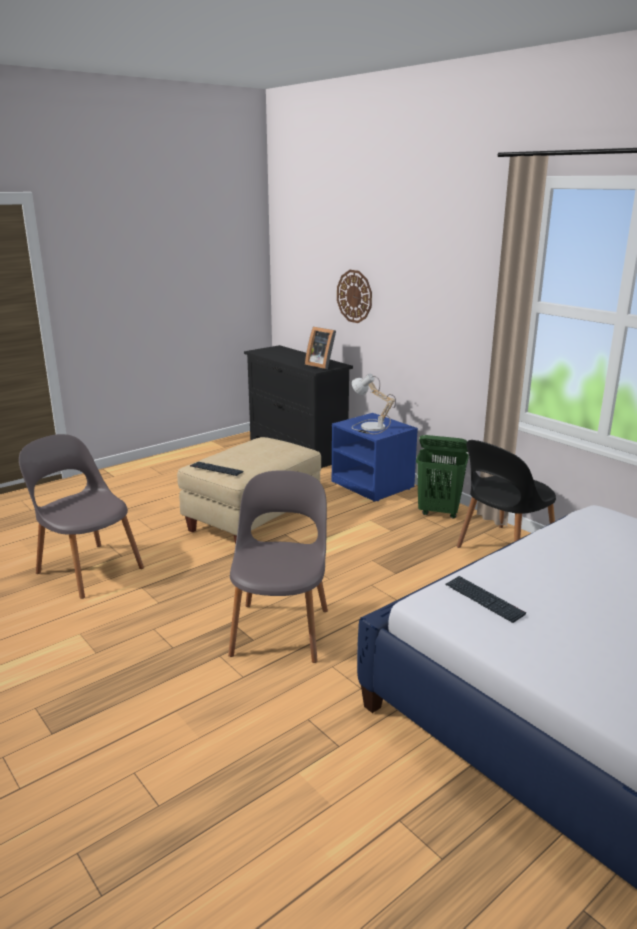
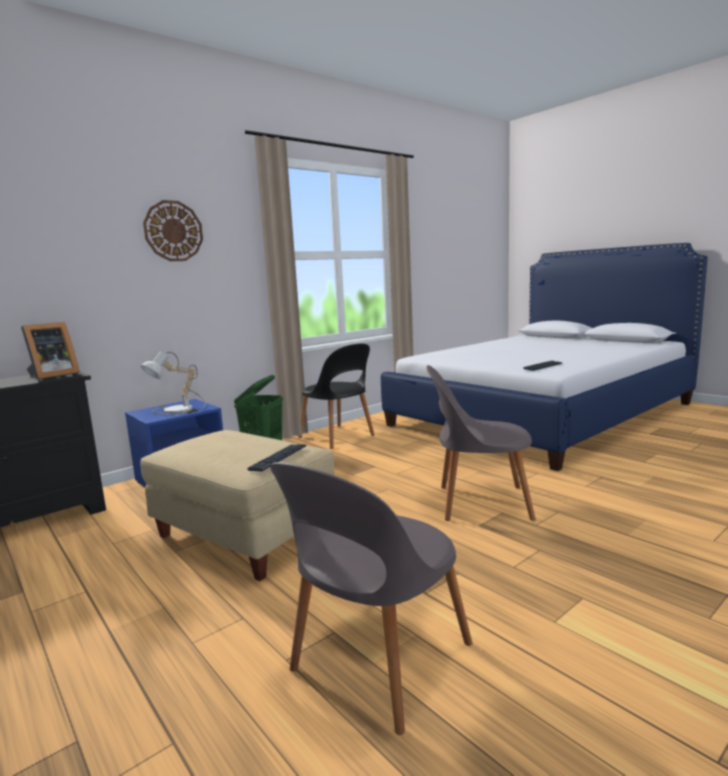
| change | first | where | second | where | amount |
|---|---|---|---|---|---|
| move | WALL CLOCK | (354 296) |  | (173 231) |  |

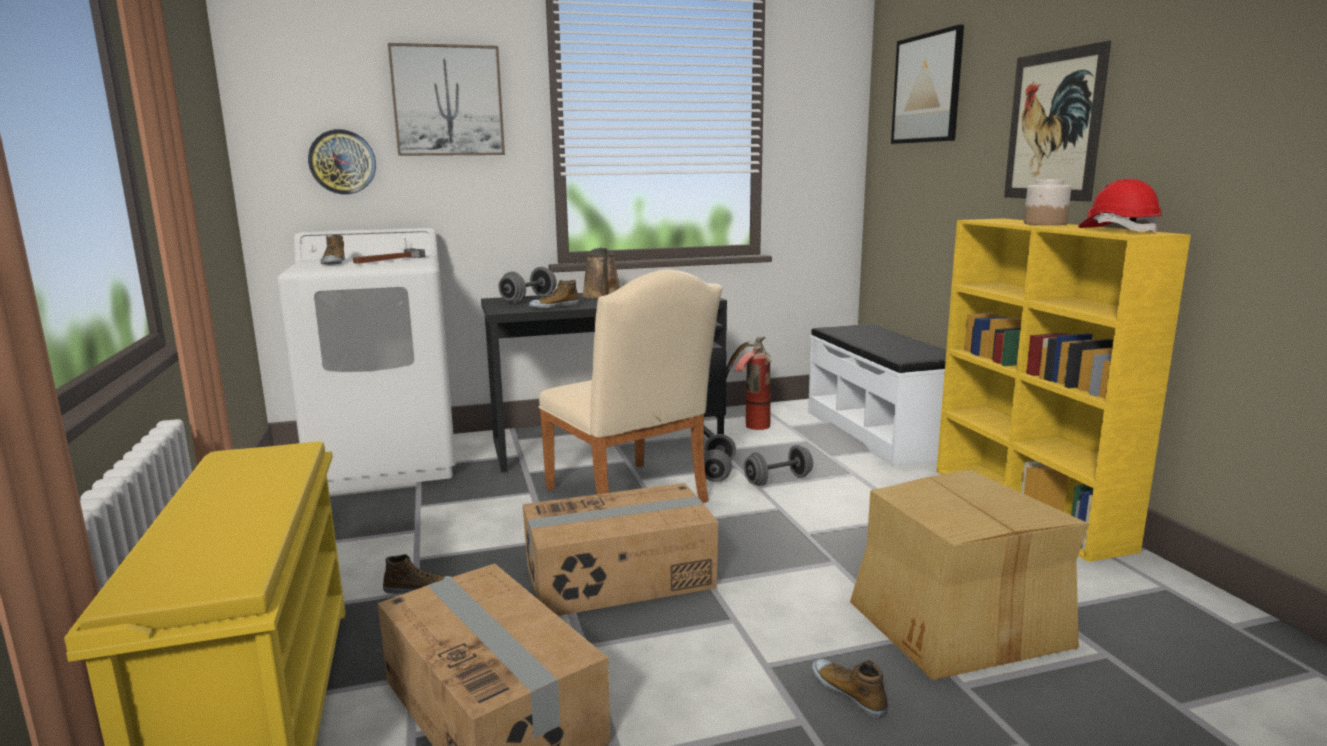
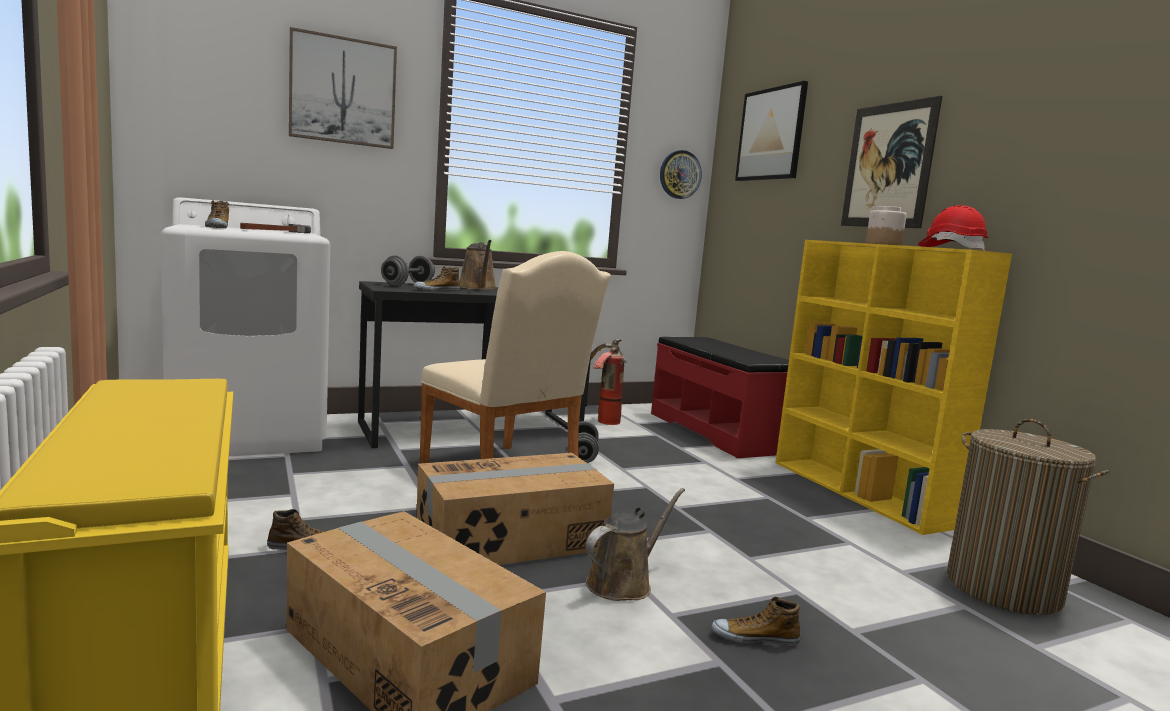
| change | first | where | second | where | amount |
|---|---|---|---|---|---|
| move | WALL CLOCK | (342 162) |  | (680 174) |  |
| recolor | WHITISH LONG SEAT | (881 433) | RED LONG SEAT | (719 432) |  |
| delete | GREY HAND WEIGHT | (778 480) |  |  |  |
| delete | CARDBOARD BOX | (956 622) |  |  |  |
| rotate | SHOE | (849 693) |  | (754 637) | 45 degrees counterclockwise |
| insert |  |  | HAMPER | (1003 588) |  |
| insert |  |  | BROWN-COLOURED SPRINKLING CAN | (623 583) |  |

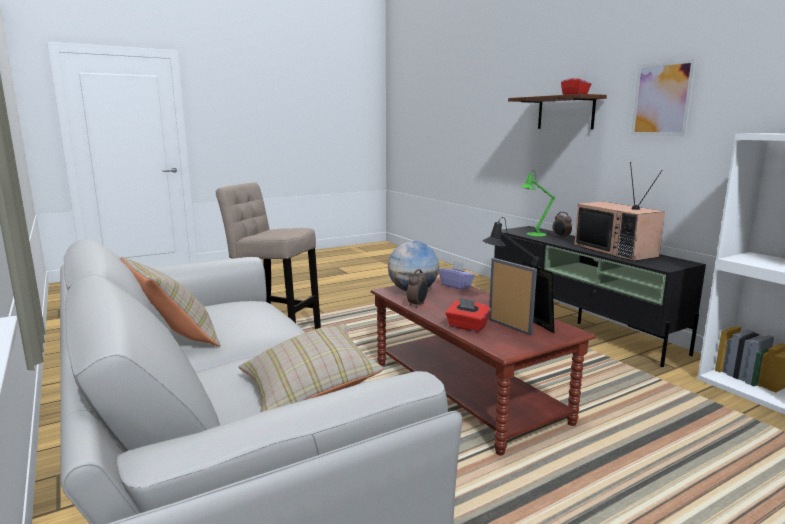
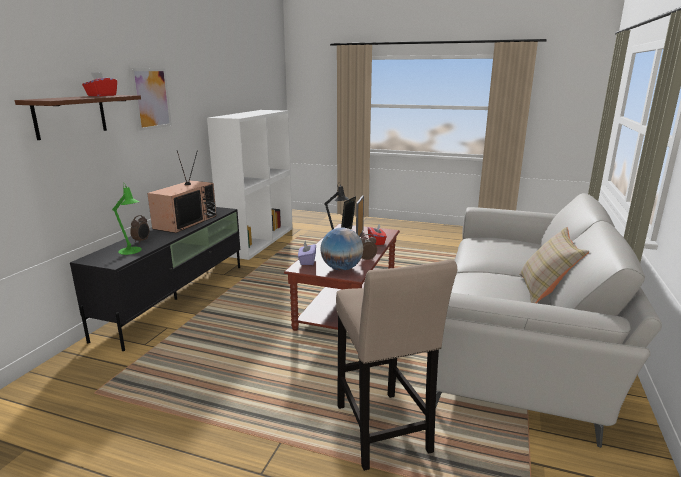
| change | first | where | second | where | amount |
|---|---|---|---|---|---|
| delete | SAND-COLOURED PILLOW | (308 392) |  |  |  |

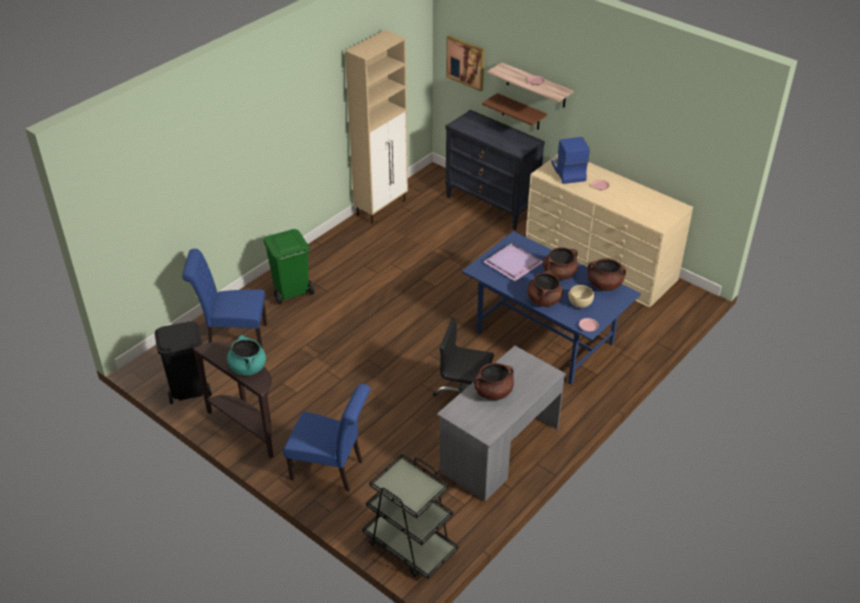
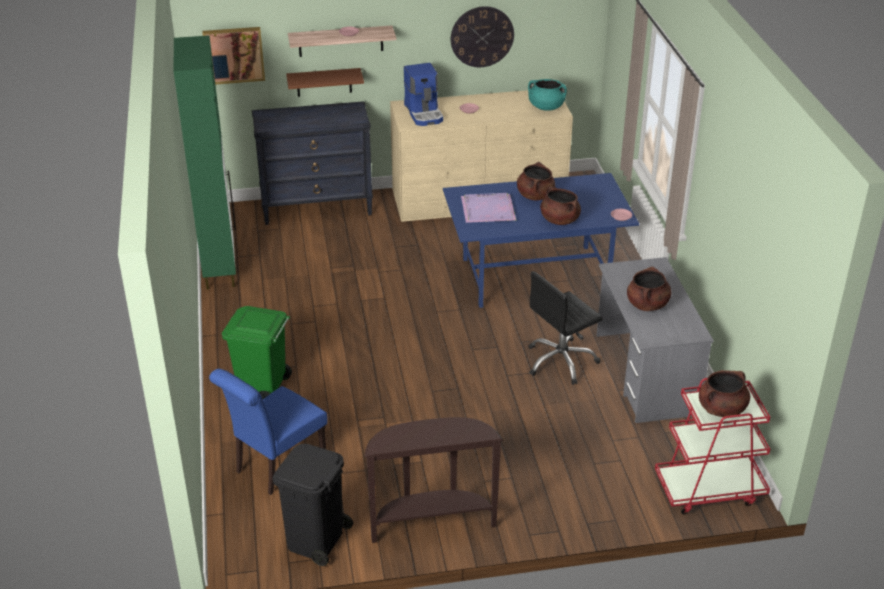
| change | first | where | second | where | amount |
|---|---|---|---|---|---|
| recolor | SAND-COLOURED CUPBOARD | (382 207) | GREEN CUPBOARD | (220 268) |  |
| rotate | COFFEE MACHINE | (567 171) |  | (424 113) | 135 degrees counterclockwise |
| move | BROWN-COLOURED COOKING POT | (604 285) |  | (721 409) |  |
| delete | SAND-COLOURED BOWL | (580 304) |  |  |  |
| move | TURQUOISE COOKING POT | (247 367) |  | (546 107) |  |
| delete | BLUISH PLAIN CHAIR | (331 470) |  |  |  |
| recolor | BLACK CART | (409 546) | RED CART | (709 489) |  |
| insert |  |  | WALL CLOCK | (482 36) |  |

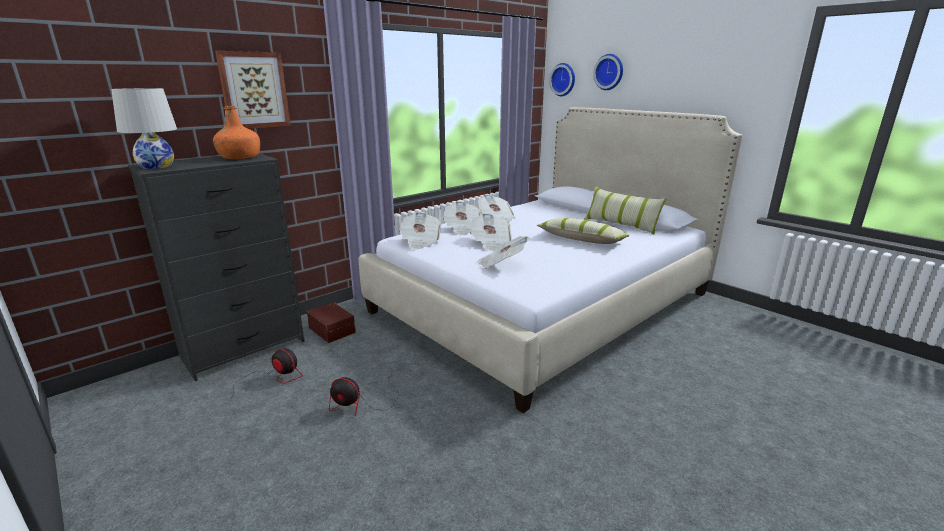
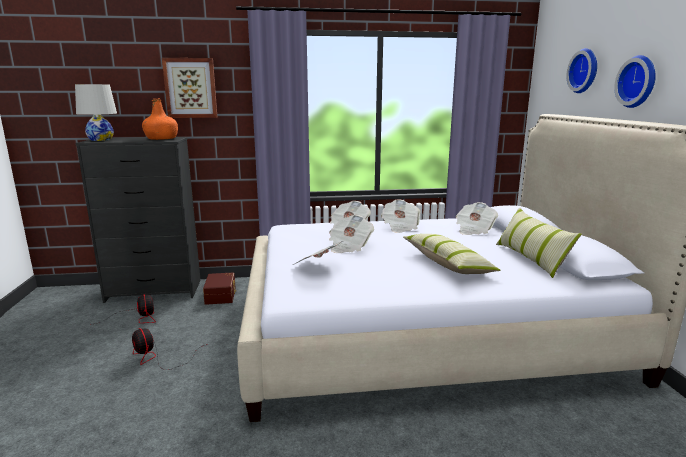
| change | first | where | second | where | amount |
|---|---|---|---|---|---|
| move | WALL CLOCK | (563 79) |  | (639 82) |  |
| move | DAILY PAPER | (420 242) |  | (474 230) |  |

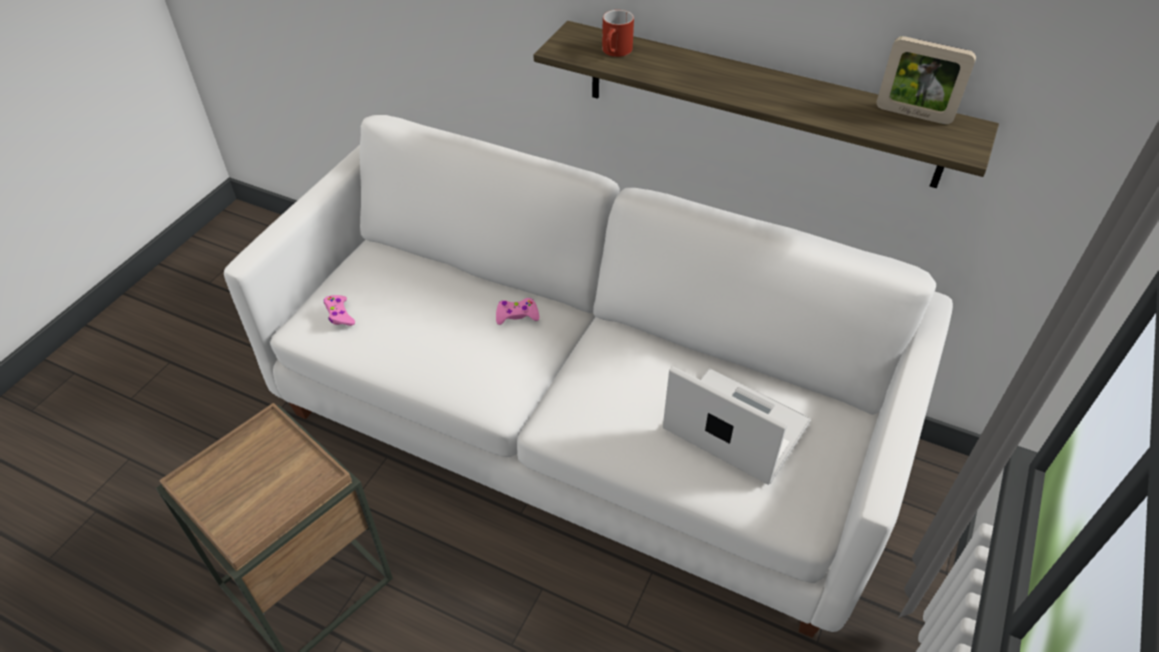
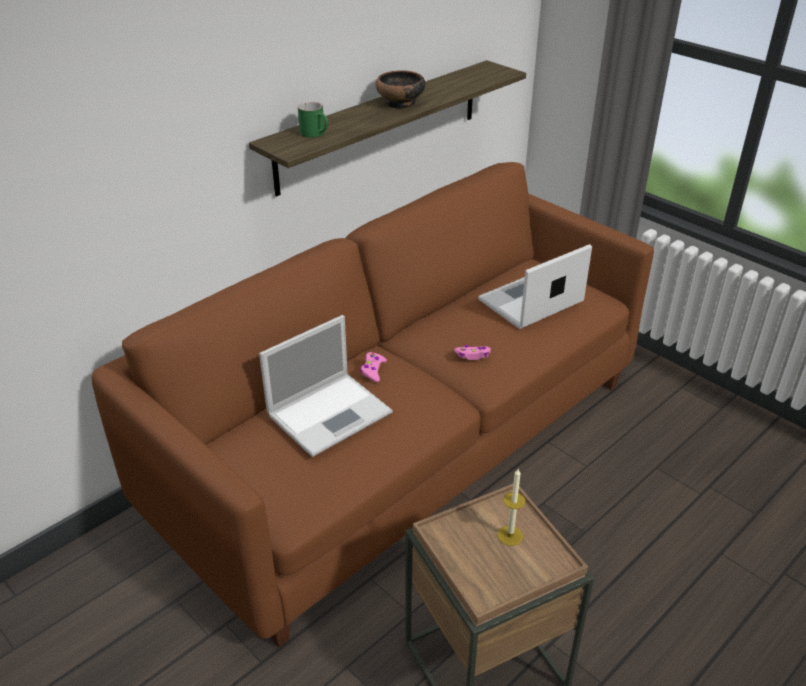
| change | first | where | second | where | amount |
|---|---|---|---|---|---|
| recolor | RED TEA MUG | (616 52) | GREEN TEA MUG | (316 134) |  |
| delete | PICTURE FRAME | (913 114) |  |  |  |
| recolor | WHITISH SETTEE | (581 426) | BROWN-COLOURED SETTEE | (402 444) |  |
| move | PINK-COLOURED JOYPAD | (339 314) |  | (472 355) |  |
| insert |  |  | BOWL | (400 103) |  |
| insert |  |  | PORTABLE COMPUTER | (331 412) |  |
| insert |  |  | WAX CANDLE | (510 535) |  |

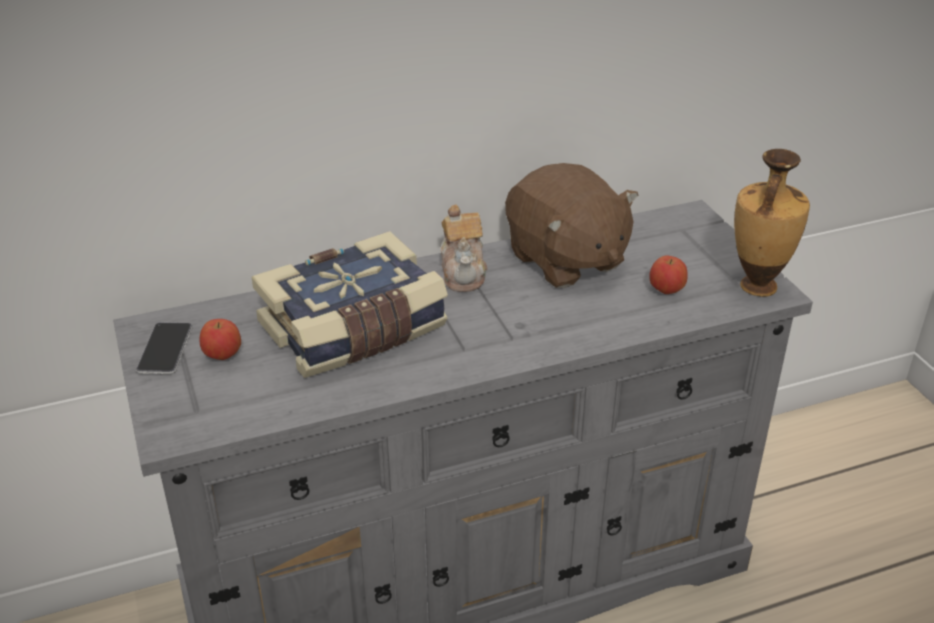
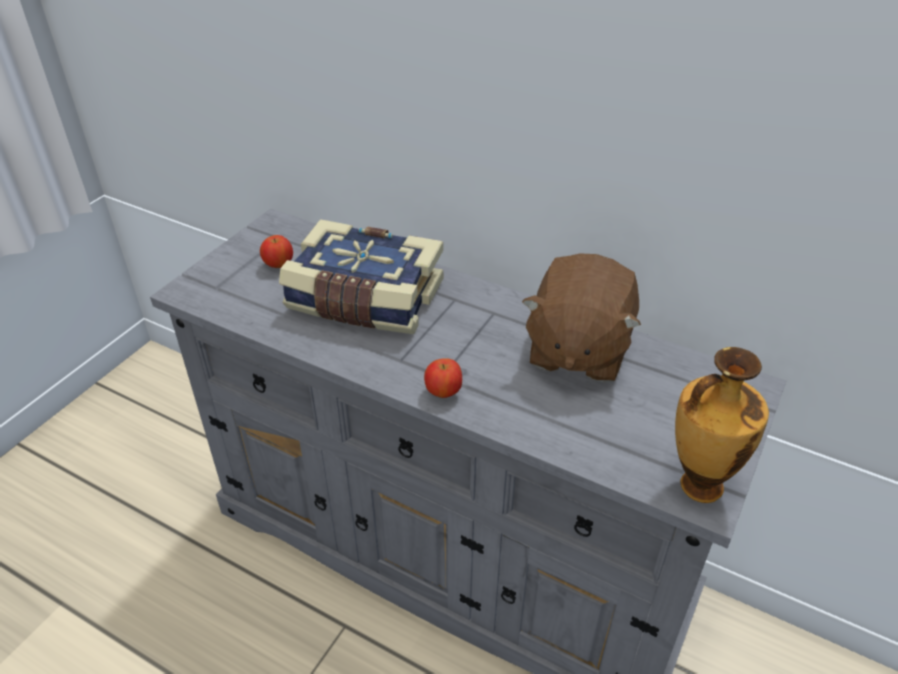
| change | first | where | second | where | amount |
|---|---|---|---|---|---|
| delete | TEAPOT | (463 272) |  |  |  |
| move | WHOLE APPLE | (666 290) |  | (443 392) |  |
| delete | HANDSET | (165 349) |  |  |  |

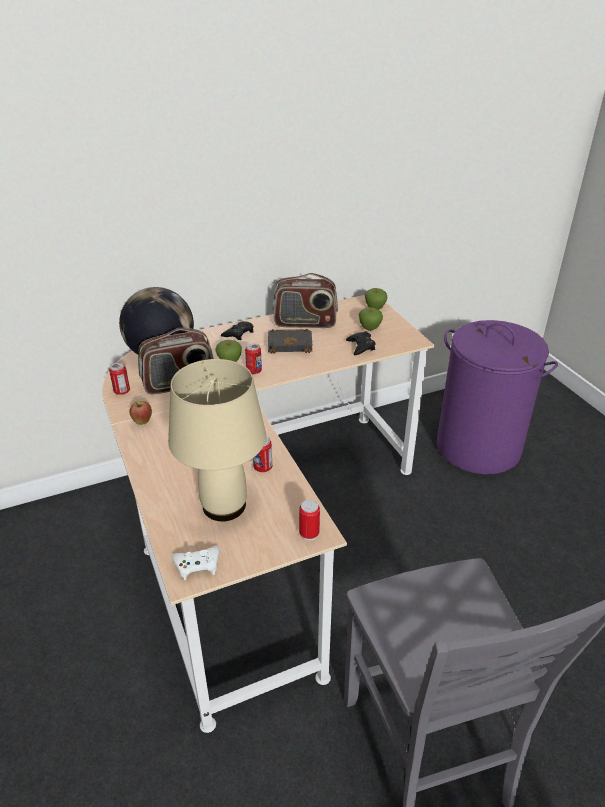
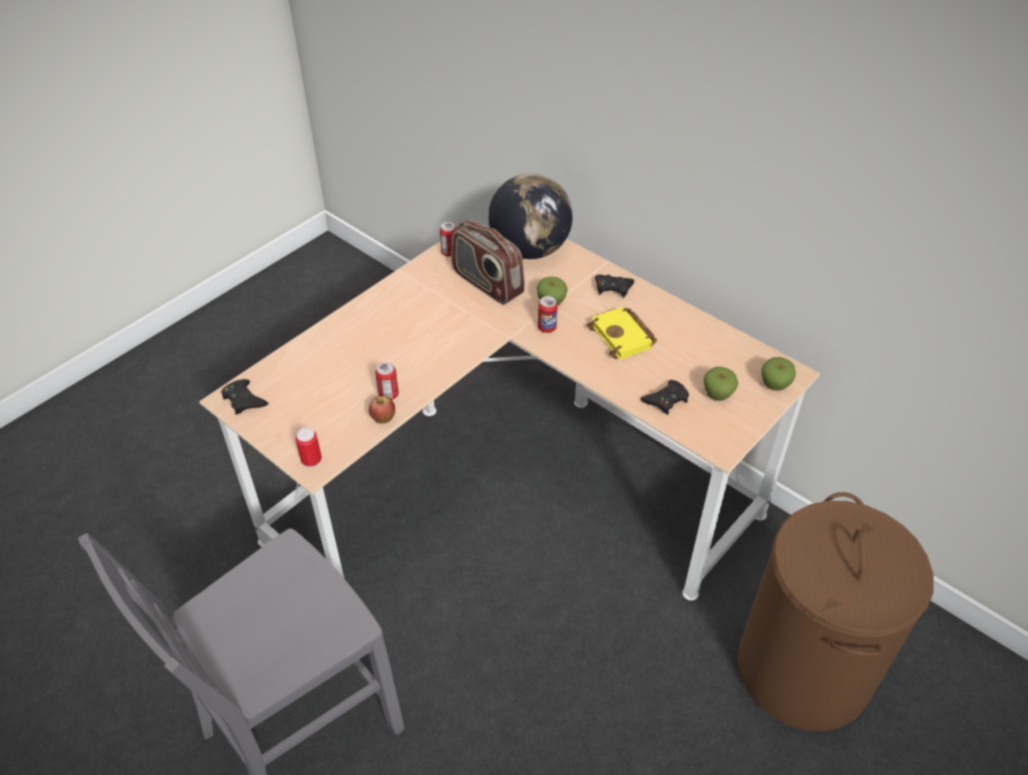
| change | first | where | second | where | amount |
|---|---|---|---|---|---|
| delete | RADIO | (305 323) |  |  |  |
| recolor | PURPLISH HAMPER | (478 447) | BROWN-COLOURED HAMPER | (804 669) |  |
| recolor | BLACK BOOK | (291 344) | YELLOW-COLOURED BOOK | (624 337) |  |
| delete | SAND-COLOURED LAMP FOR A TABLE | (223 506) |  |  |  |
| move | WHOLE APPLE | (142 422) |  | (383 419) |  |
| recolor | WHITISH JOYPAD | (197 565) | BLACK JOYPAD | (244 400) |  |

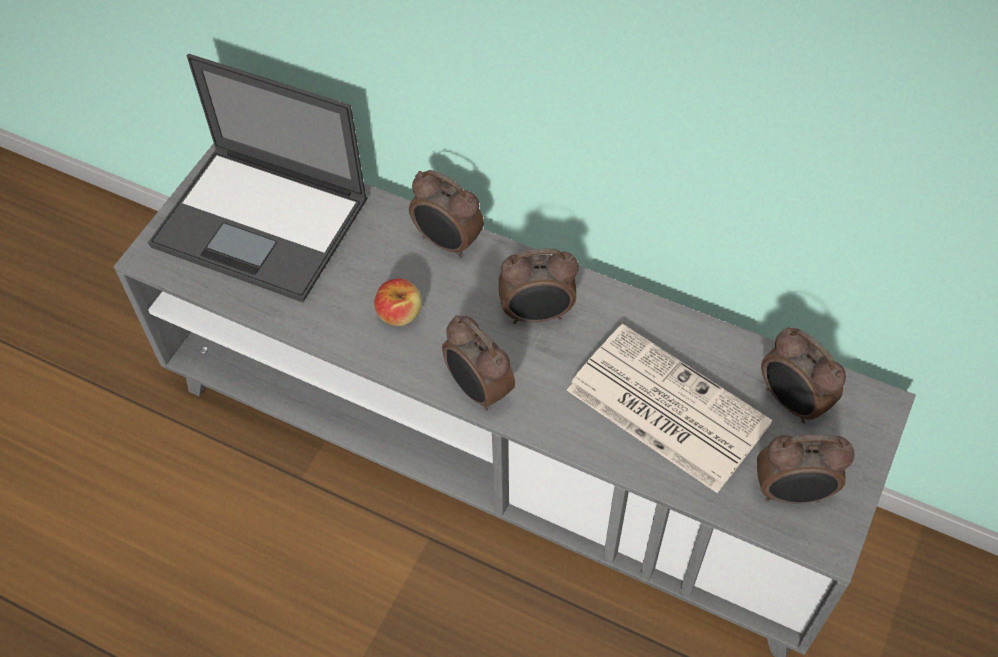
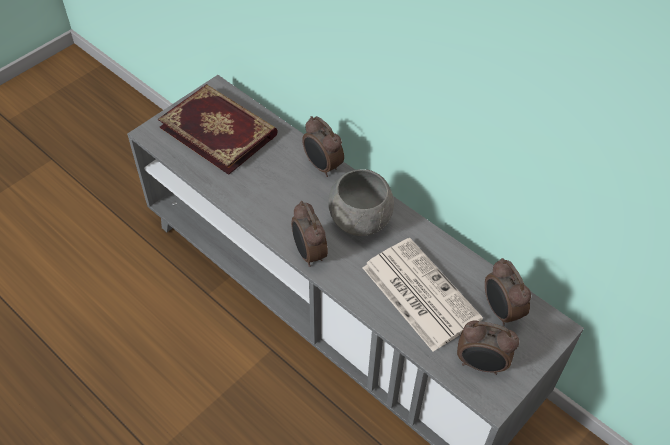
| change | first | where | second | where | amount |
|---|---|---|---|---|---|
| replace | PORTABLE COMPUTER | (263 223) | BOOK | (219 130) |  |
| replace | ALARM CLOCK | (537 314) | GREY BOWL | (361 220) |  |
| delete | WHOLE APPLE | (400 313) |  |  |  |

